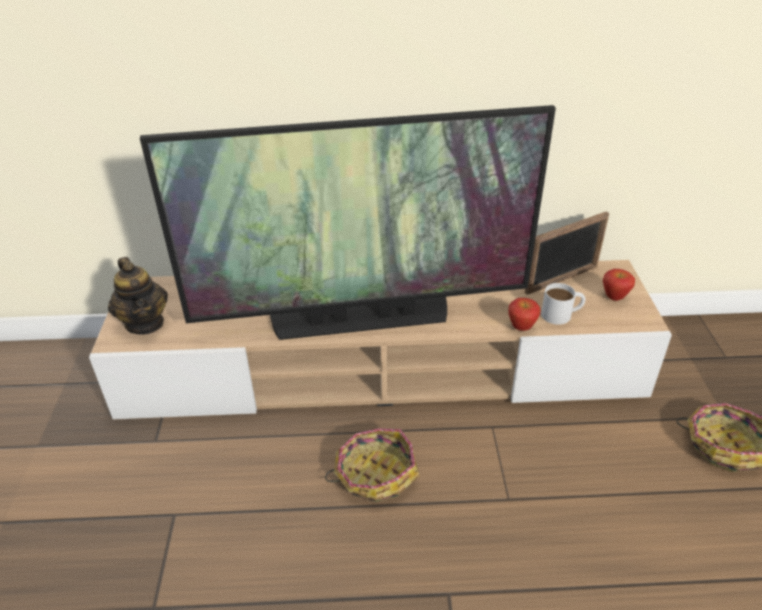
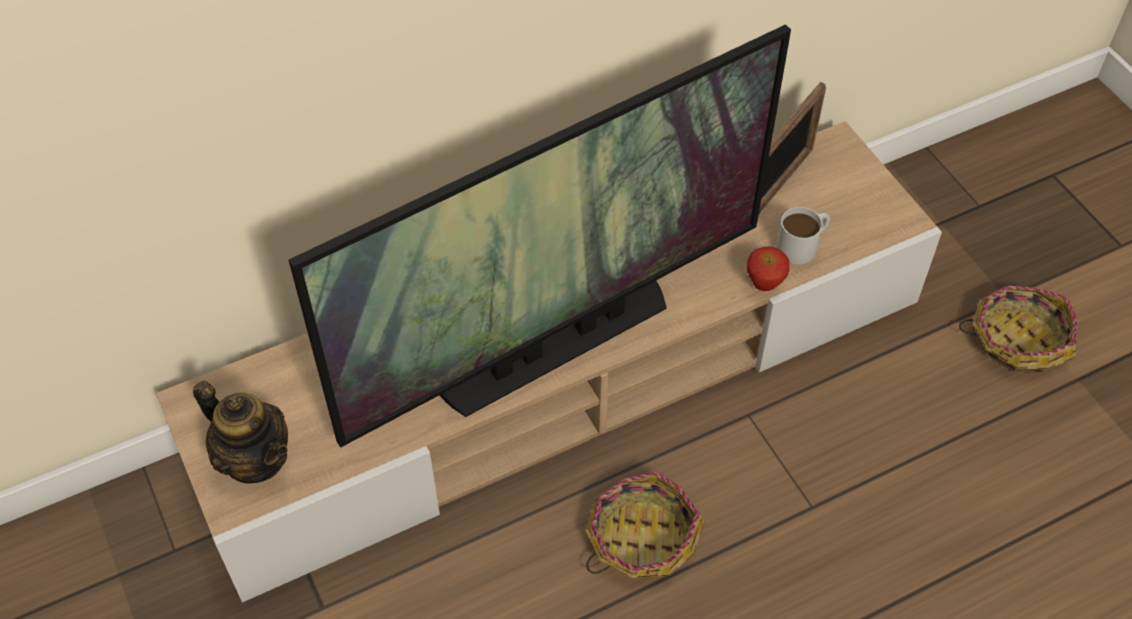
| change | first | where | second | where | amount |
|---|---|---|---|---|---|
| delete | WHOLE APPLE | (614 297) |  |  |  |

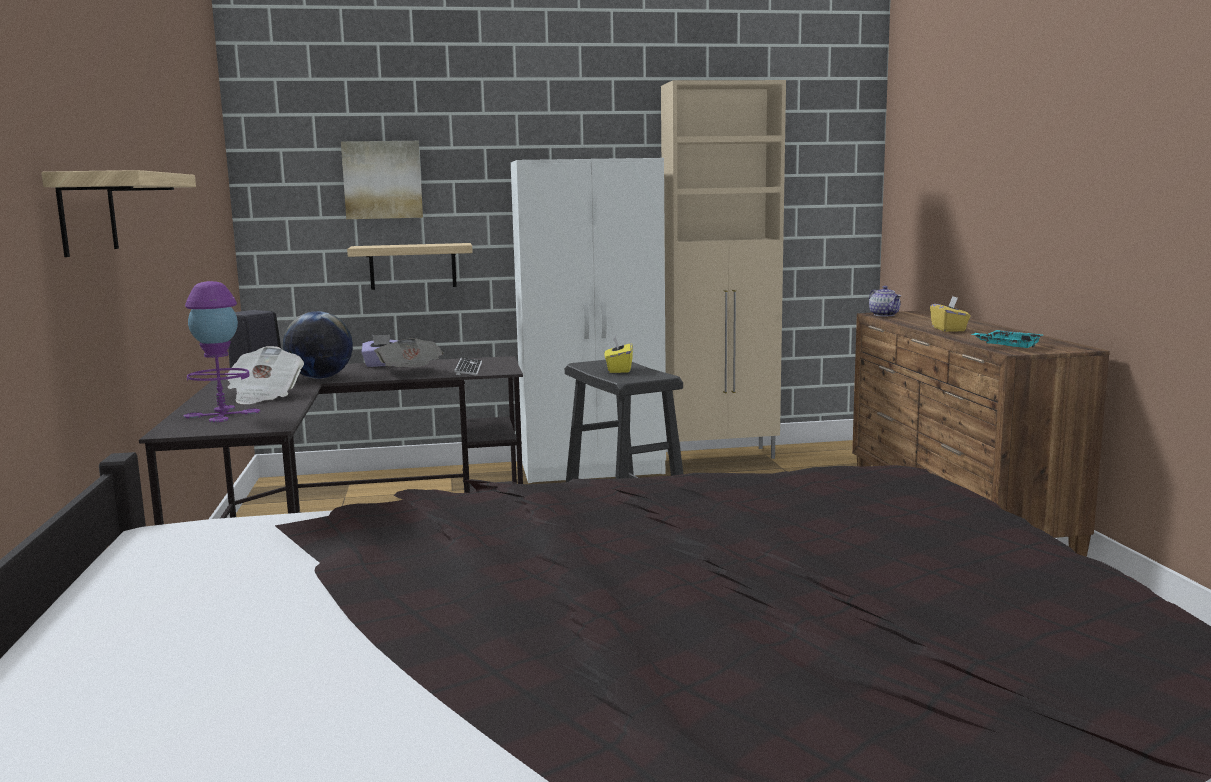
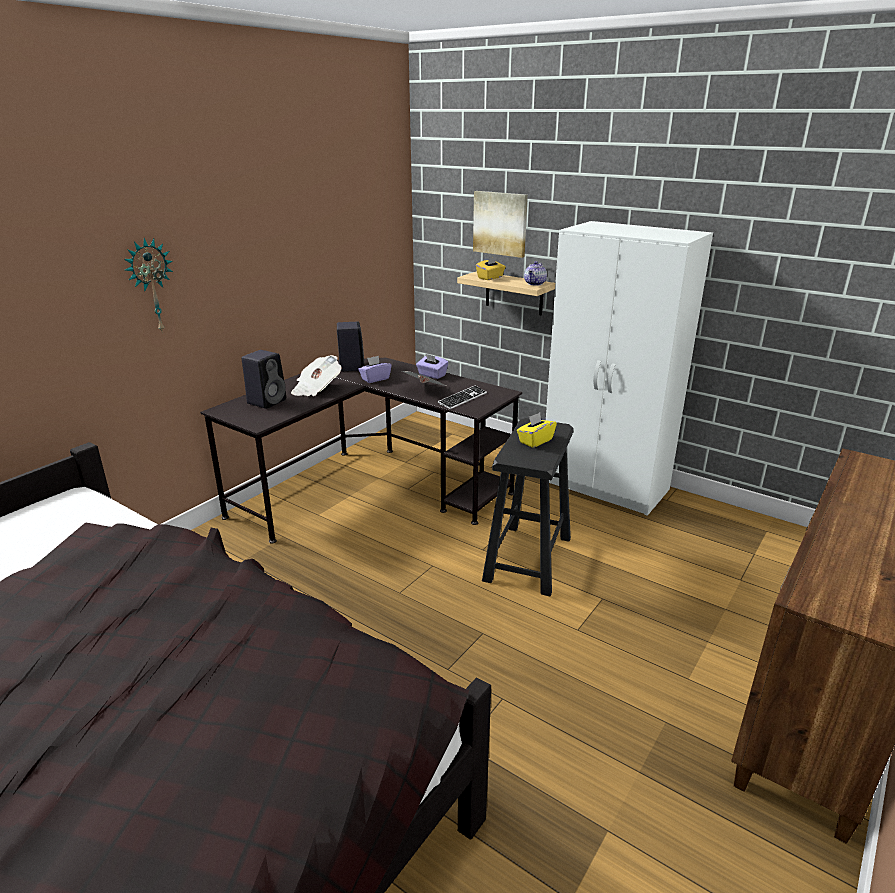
| change | first | where | second | where | amount |
|---|---|---|---|---|---|
| delete | SAND-COLOURED CUPBOARD | (722 456) |  |  |  |
| replace | WALL SHELF | (87 213) | WALL CLOCK | (151 286) |  |
| replace | PURPLISH LAMP FOR A TABLE | (222 414) | BLACK SPEAKER | (267 401) |  |
| move | TEAPOT | (884 315) |  | (535 283) |  |
| move | YELLOW-COLOURED TISSUE HOLDER | (949 329) |  | (490 278) |  |
| replace | GLOBE | (320 378) | PURPLISH TISSUE HOLDER | (375 379) |  |
| delete | TURQUOISE SERVING TRAY | (1008 346) |  |  |  |

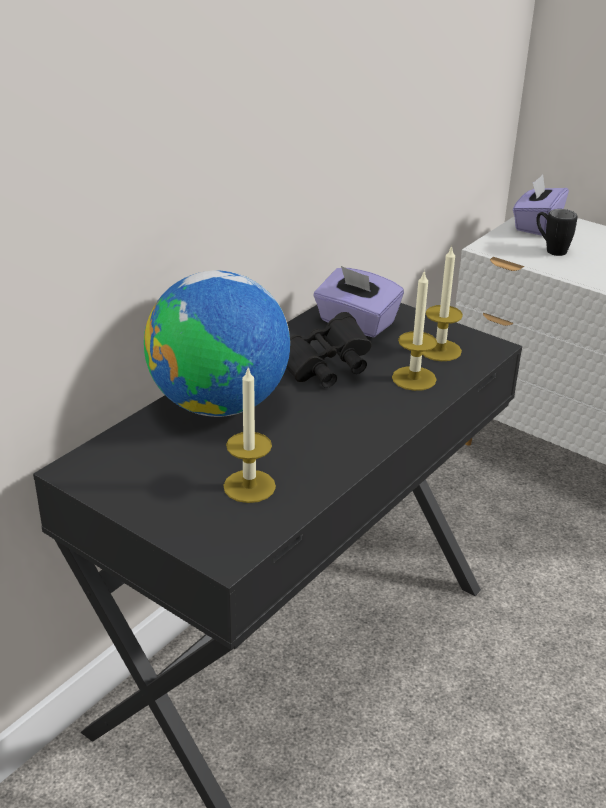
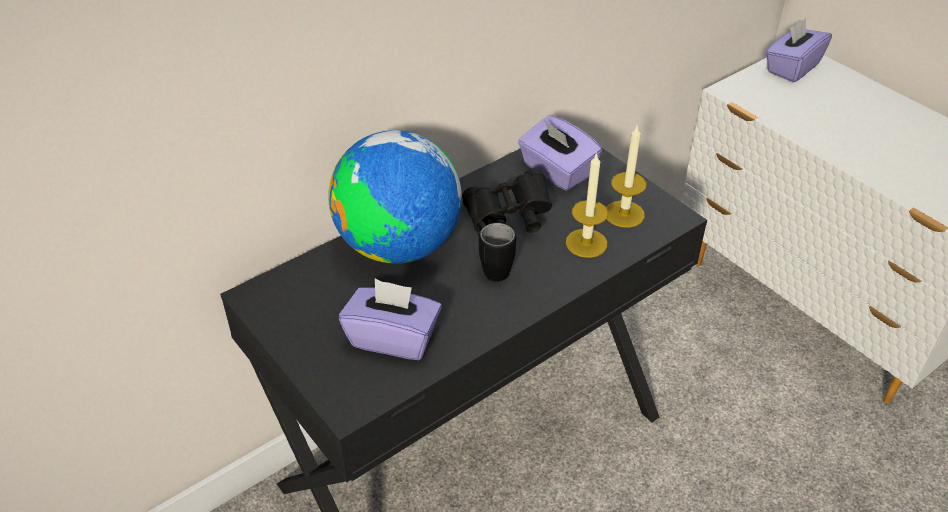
| change | first | where | second | where | amount |
|---|---|---|---|---|---|
| move | BLACK TEA MUG | (550 249) |  | (491 267) |  |
| replace | WAX CANDLE | (249 486) | PURPLISH TISSUE HOLDER | (393 338) |  |

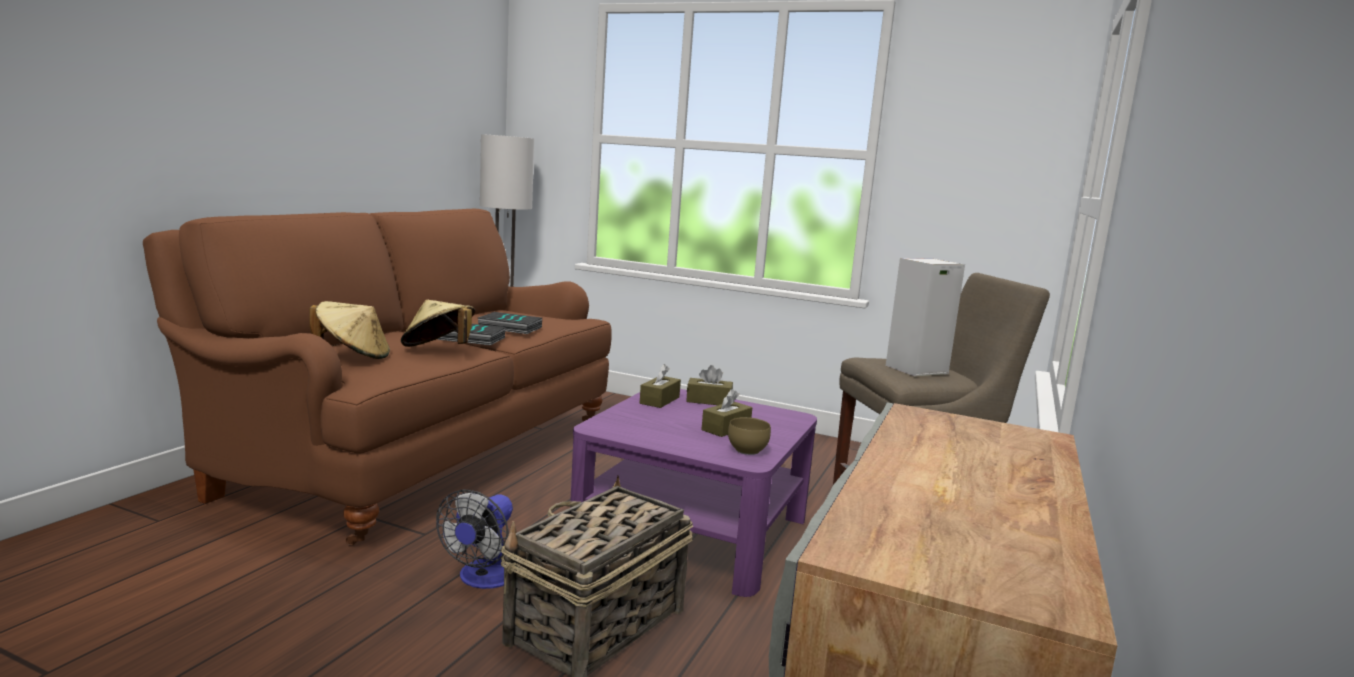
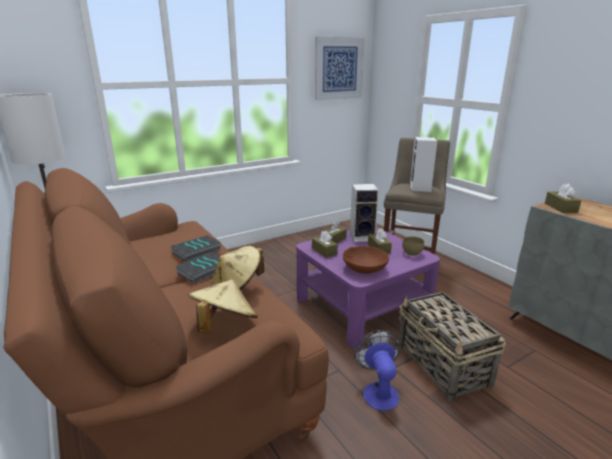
| change | first | where | second | where | amount |
|---|---|---|---|---|---|
| rotate | COOLING FAN | (483 579) |  | (378 391) | 150 degrees counterclockwise |
| insert |  |  | PICTURE | (338 68) |  |
| insert |  |  | SPEAKER | (363 237) |  |
| insert |  |  | BROWN-COLOURED TISSUE HOLDER | (560 208) |  |
| insert |  |  | BROWN-COLOURED BOWL | (364 268) |  |

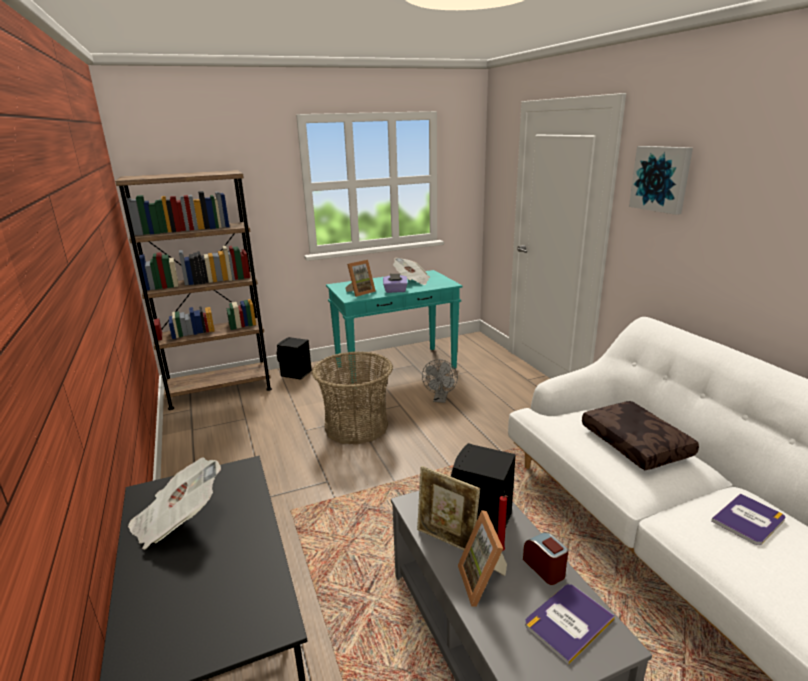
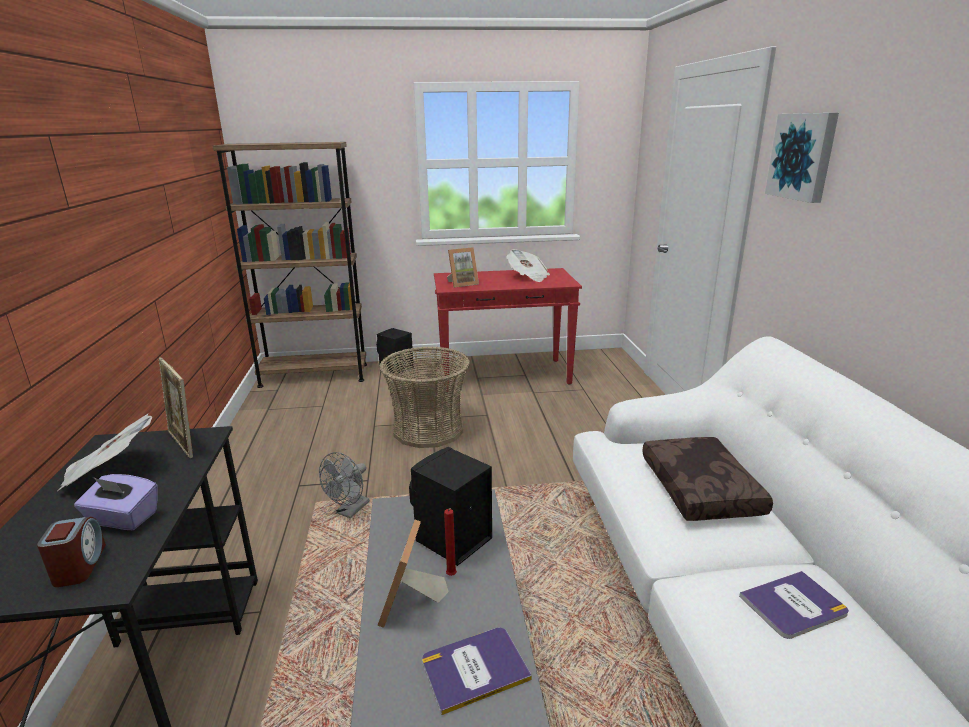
| change | first | where | second | where | amount |
|---|---|---|---|---|---|
| recolor | TURQUOISE NARROW TABLE | (396 367) | RED NARROW TABLE | (505 375) |  |
| move | PURPLISH TISSUE HOLDER | (395 291) |  | (123 519) |  |
| move | GREY COOLING FAN | (440 399) |  | (350 511) |  |
| move | PICTURE FRAME | (446 539) |  | (184 443) |  |
| move | ALARM CLOCK | (544 568) |  | (79 565) |  |

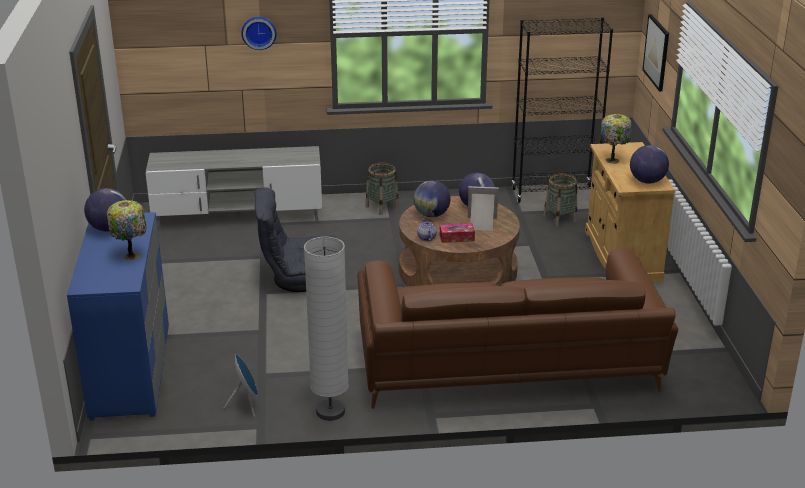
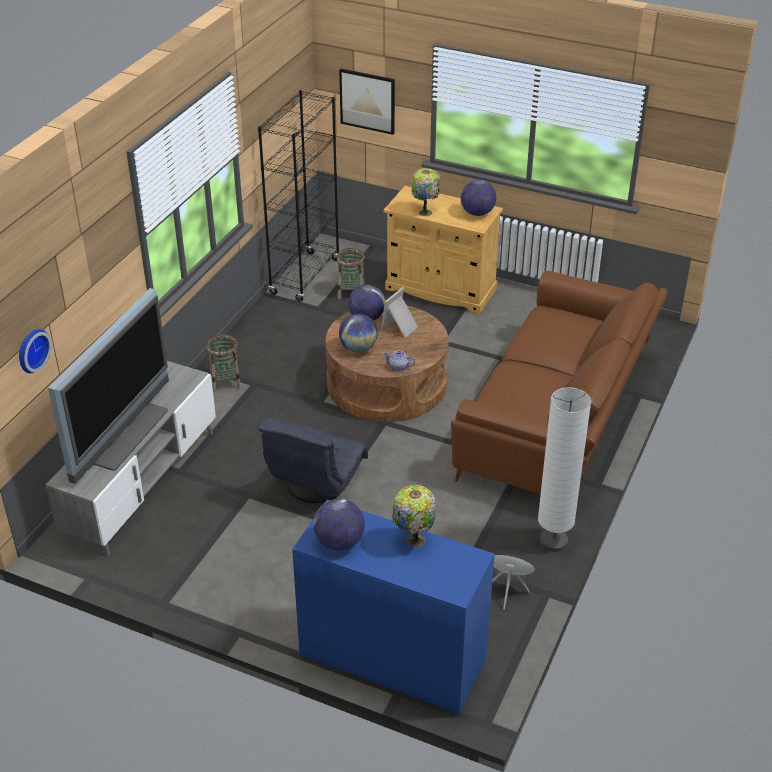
| change | first | where | second | where | amount |
|---|---|---|---|---|---|
| move | WALL CLOCK | (259 32) |  | (31 350) |  |
| delete | TISSUE HOLDER | (457 237) |  |  |  |
| insert |  |  | TV SET | (124 433) |  |

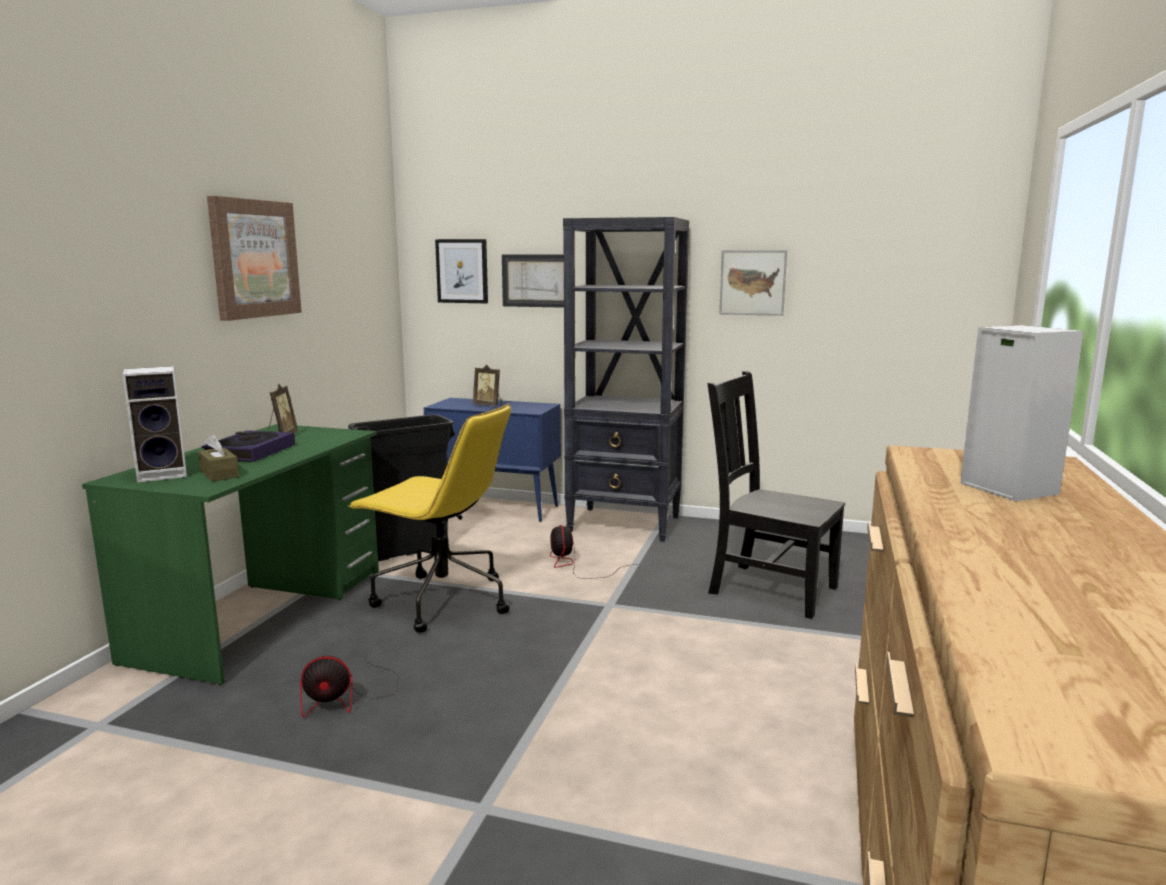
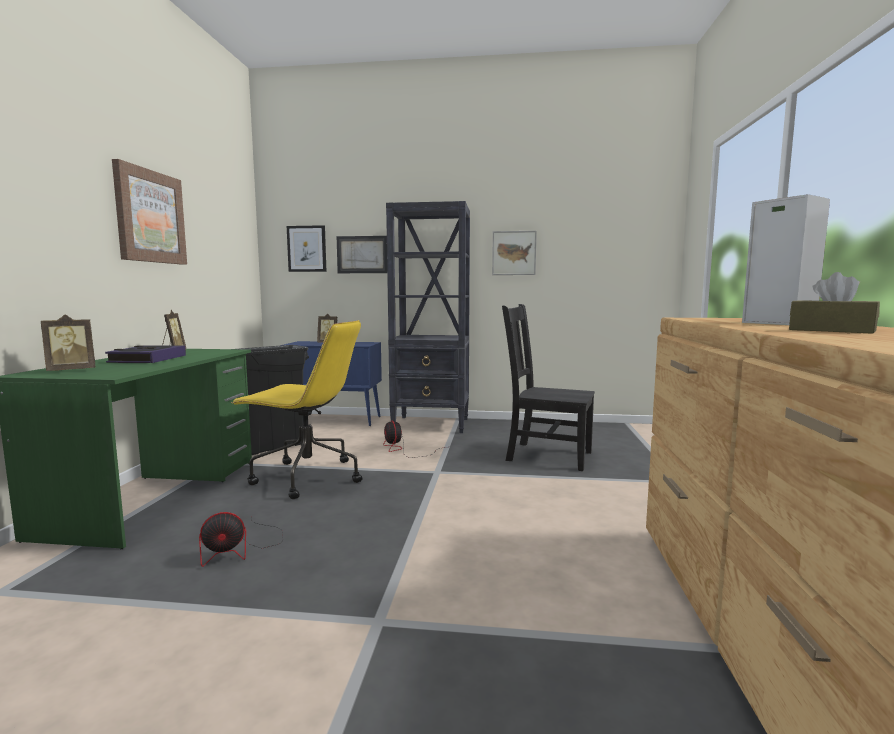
| change | first | where | second | where | amount |
|---|---|---|---|---|---|
| replace | SPEAKER | (164 474) | PICTURE FRAME | (71 370) |  |
| move | BROWN-COLOURED TISSUE HOLDER | (219 474) |  | (831 330) |  |

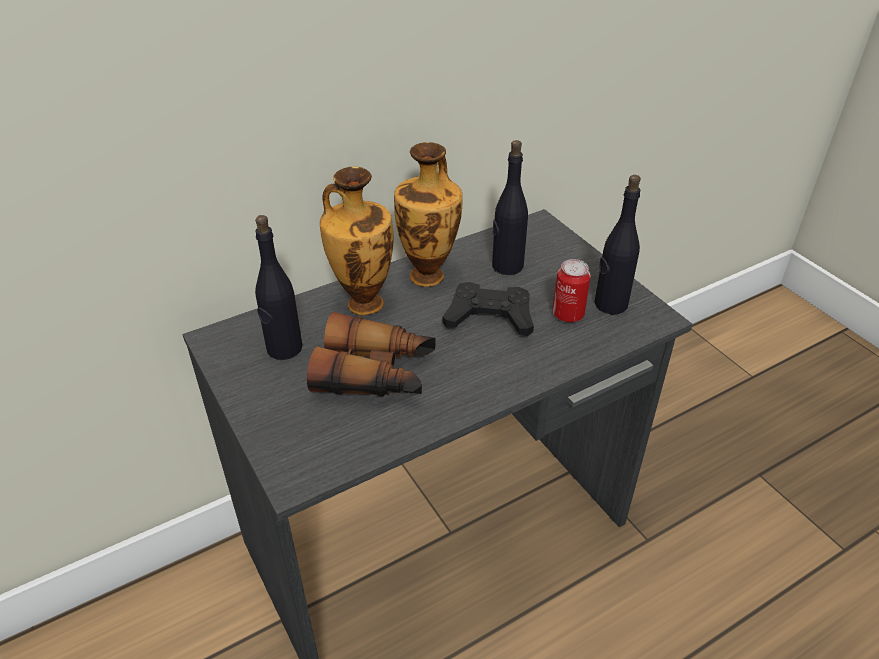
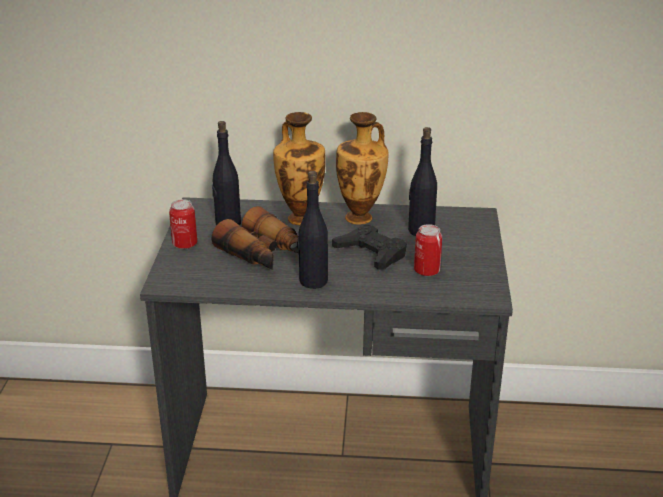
| change | first | where | second | where | amount |
|---|---|---|---|---|---|
| move | BLACK BOTTLE | (610 304) |  | (313 281) |  |
| insert |  |  | SEALED CAN | (185 244) |  |

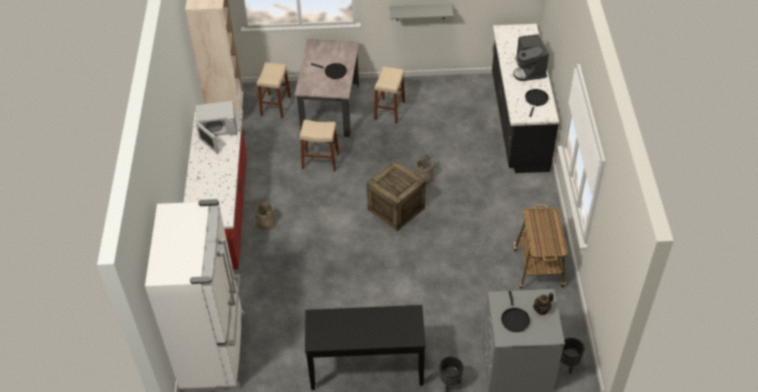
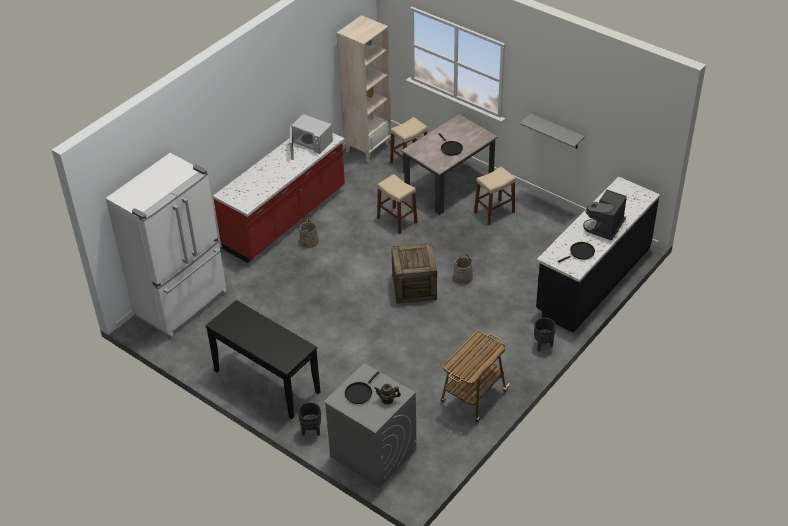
| change | first | where | second | where | amount |
|---|---|---|---|---|---|
| move | BLACK FLOWER POT | (568 365) |  | (542 345) |  |

